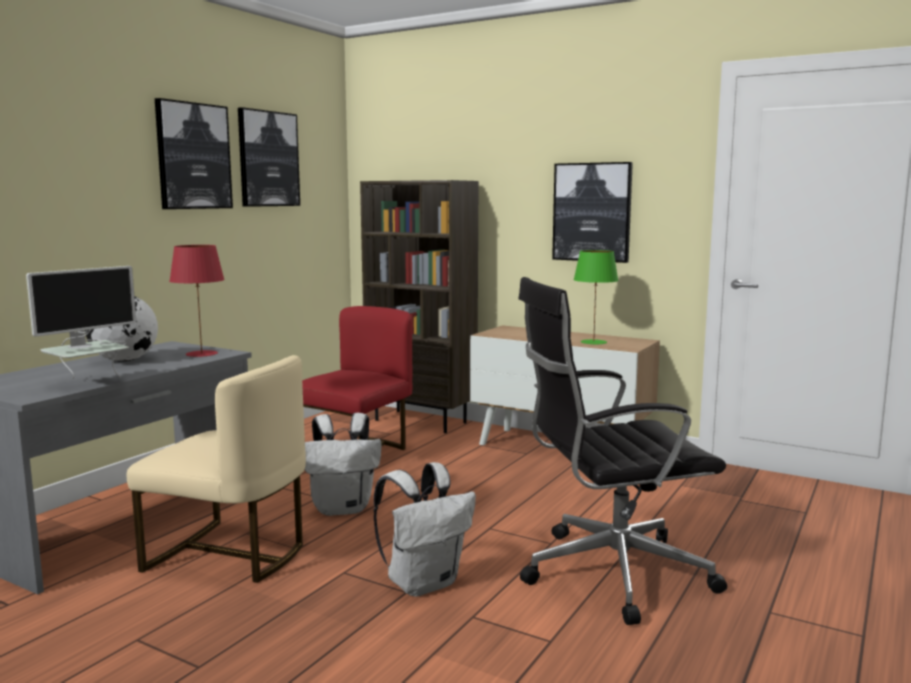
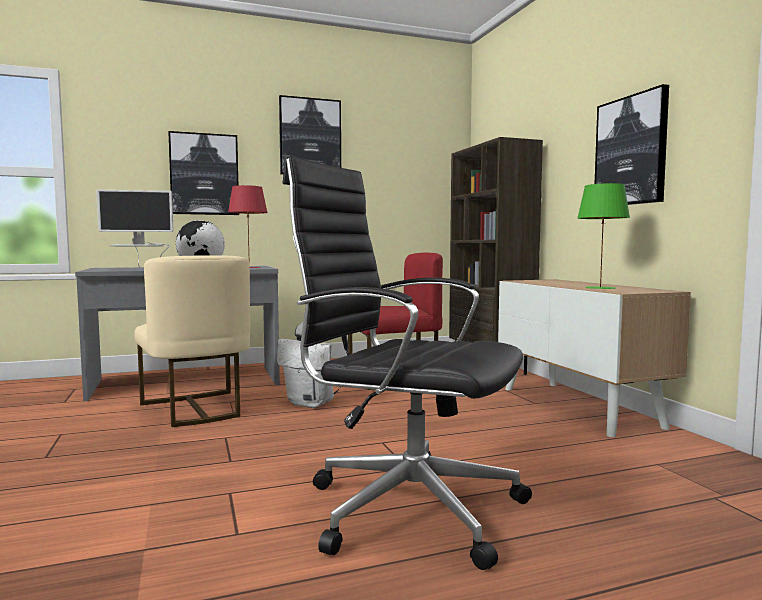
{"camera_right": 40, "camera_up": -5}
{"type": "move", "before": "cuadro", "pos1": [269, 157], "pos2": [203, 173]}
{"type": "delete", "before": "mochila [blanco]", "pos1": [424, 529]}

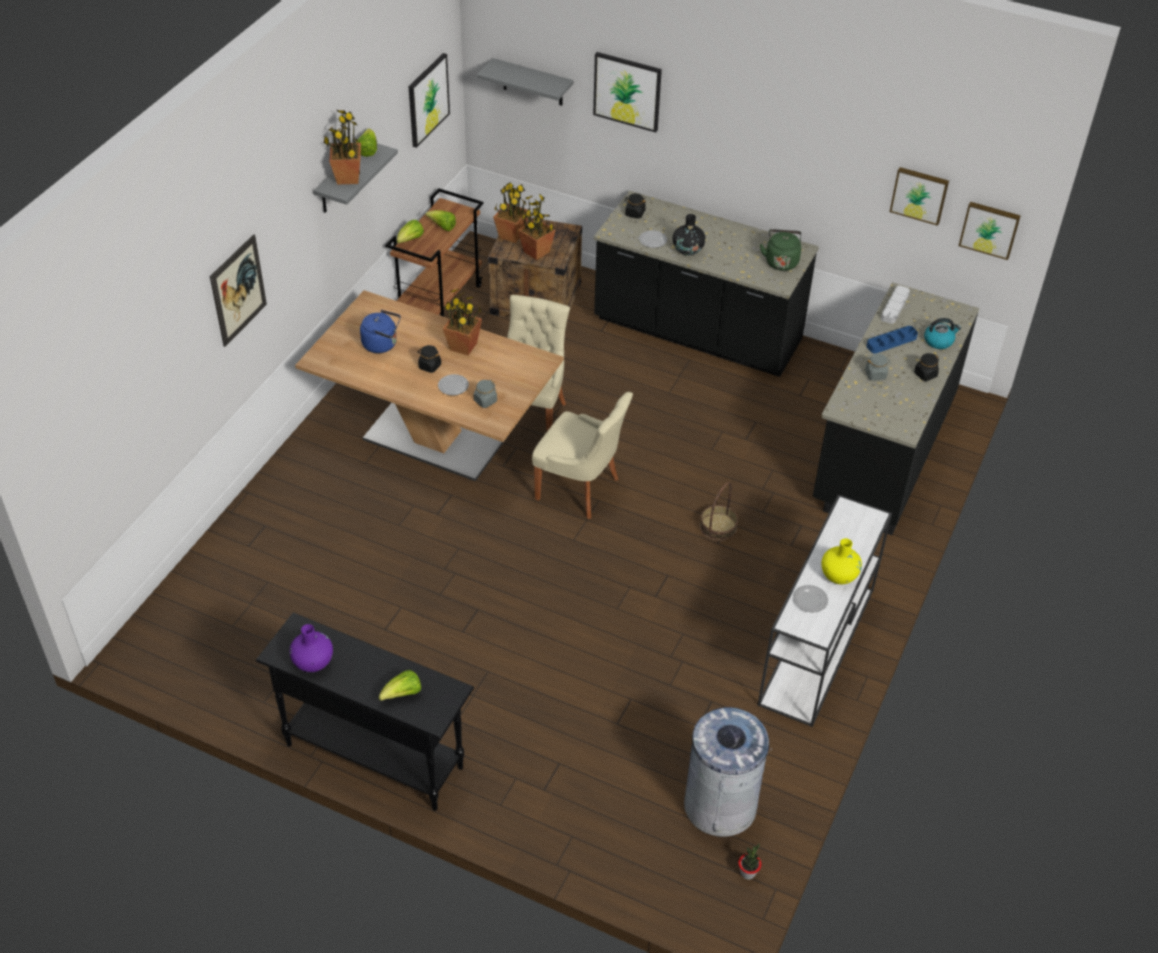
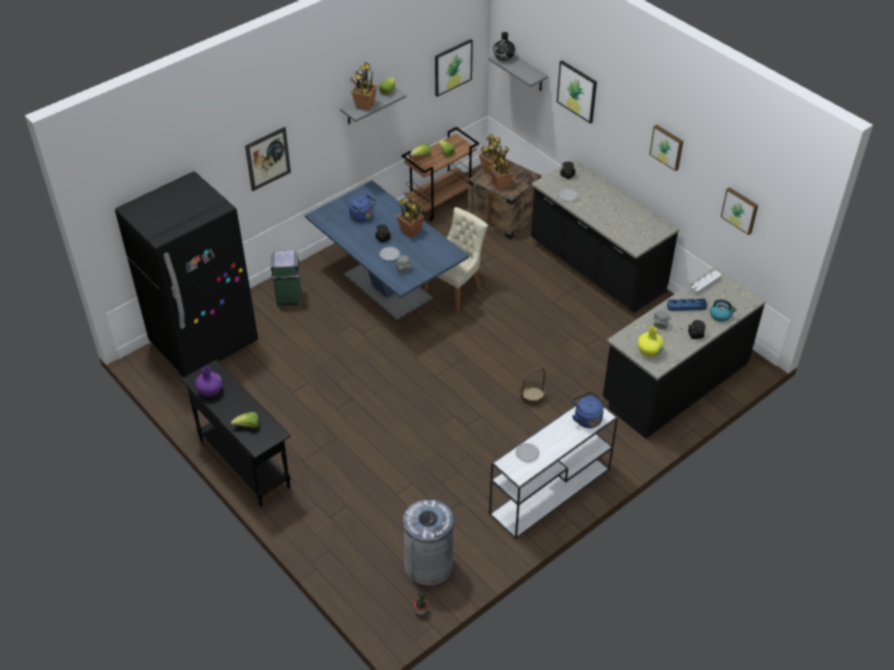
{"camera_right": 25, "camera_up": 0}
{"type": "insert", "after": "nevera [negro]", "pos2": [186, 274]}
{"type": "insert", "after": "papelera [verde]", "pos2": [286, 278]}
{"type": "recolor", "before": "mesa de comedor [marrón]", "after": "mesa de comedor [azul]", "pos1": [429, 385], "pos2": [387, 250]}
{"type": "move", "before": "florero [negro]", "pos1": [689, 235], "pos2": [504, 46]}
{"type": "insert", "after": "hervidor [azul]", "pos2": [588, 410]}
{"type": "move", "before": "florero [amarillo]", "pos1": [841, 561], "pos2": [651, 341]}
{"type": "move", "before": "cuadro", "pos1": [990, 231], "pos2": [666, 148]}
{"type": "delete", "before": "silla [beis]", "pos1": [582, 455]}
{"type": "delete", "before": "hervidor [verde]", "pos1": [780, 250]}

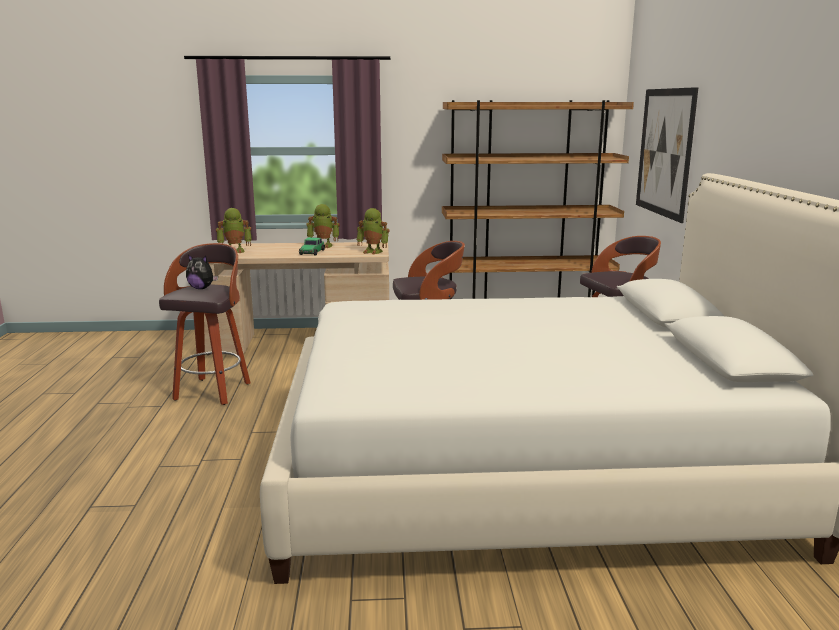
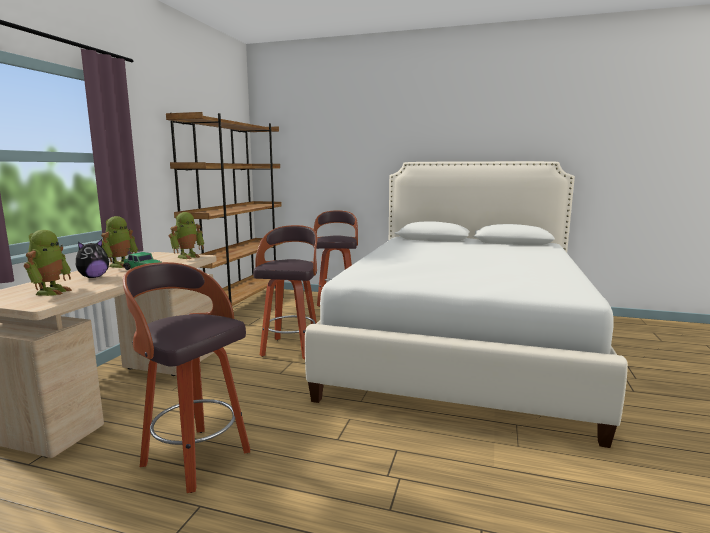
{"camera_right": -70, "camera_up": -5}
{"type": "move", "before": "peluche", "pos1": [202, 271], "pos2": [92, 258]}
{"type": "delete", "before": "cuadro", "pos1": [667, 155]}

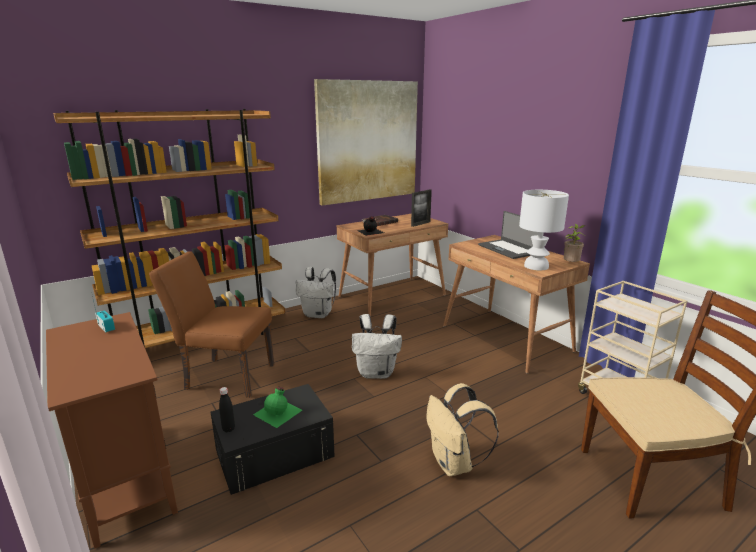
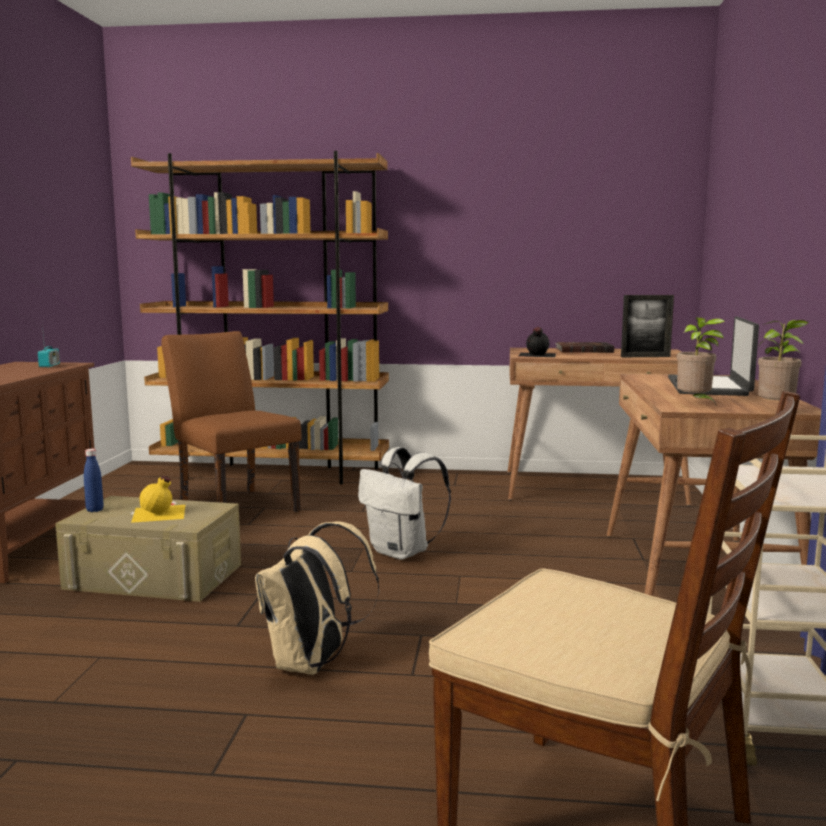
{"camera_right": 40, "camera_up": -10}
{"type": "recolor", "before": "caja de almacenaje [negro]", "after": "caja de almacenaje [beis]", "pos1": [272, 439], "pos2": [148, 549]}
{"type": "recolor", "before": "botella [negro]", "after": "botella [azul]", "pos1": [227, 409], "pos2": [94, 480]}
{"type": "recolor", "before": "botella [verde]", "after": "botella [amarillo]", "pos1": [277, 407], "pos2": [158, 499]}
{"type": "replace", "before": "lámpara de mesa [blanco]", "after": "planta en maceta", "pos1": [544, 230], "pos2": [701, 361]}
{"type": "delete", "before": "mochila [blanco]", "pos1": [316, 292]}
{"type": "delete", "before": "cuadro", "pos1": [366, 142]}

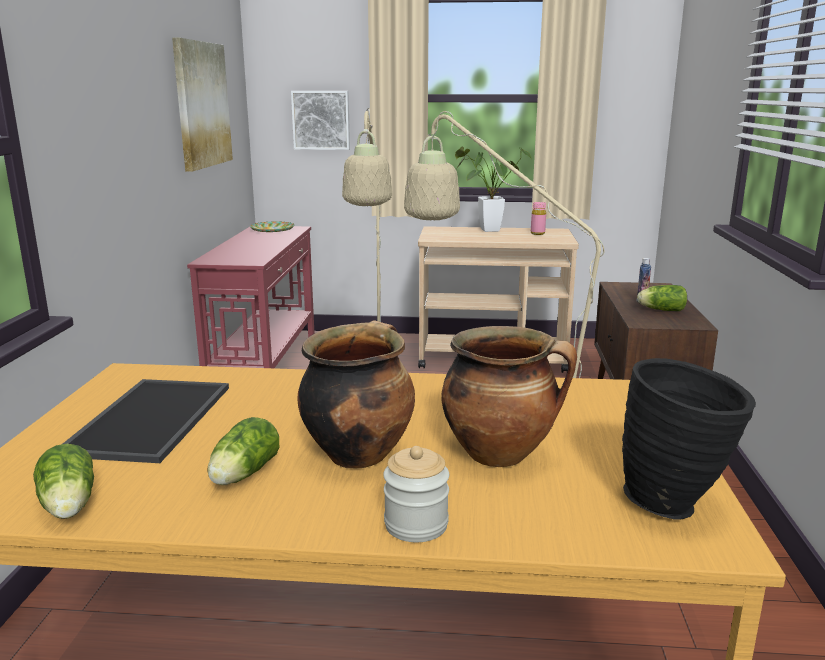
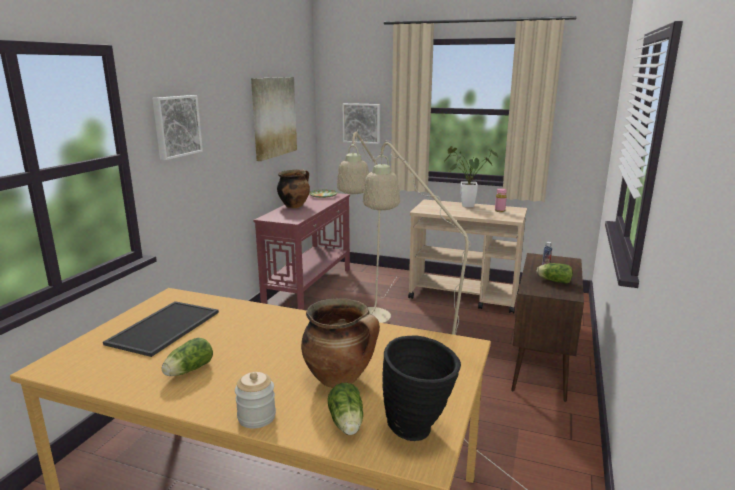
{"camera_right": 15, "camera_up": 0}
{"type": "insert", "after": "cuadro", "pos2": [177, 127]}
{"type": "move", "before": "olla", "pos1": [356, 394], "pos2": [293, 188]}
{"type": "move", "before": "lechuga", "pos1": [63, 481], "pos2": [345, 409]}

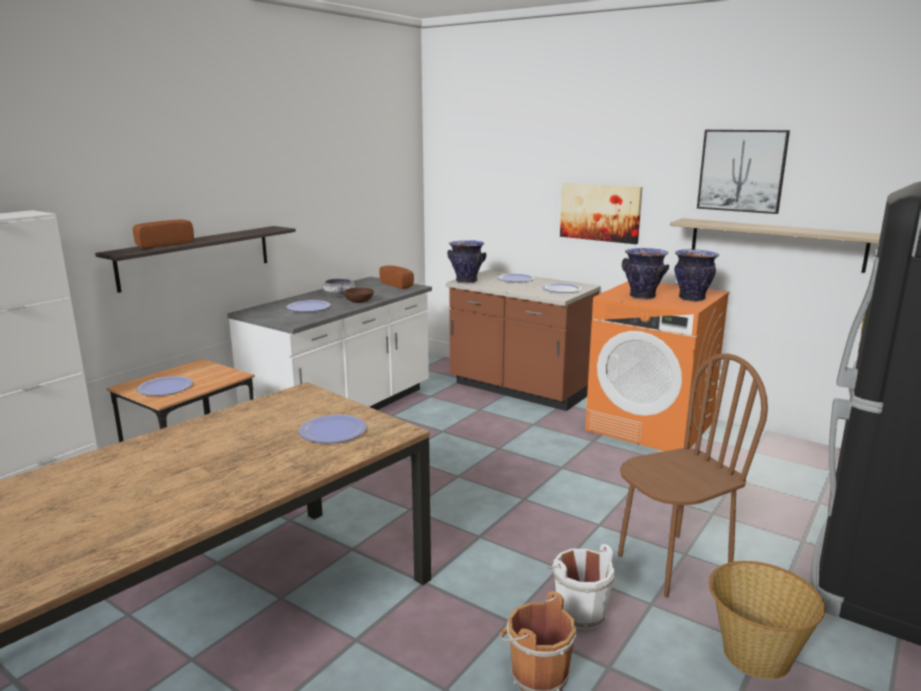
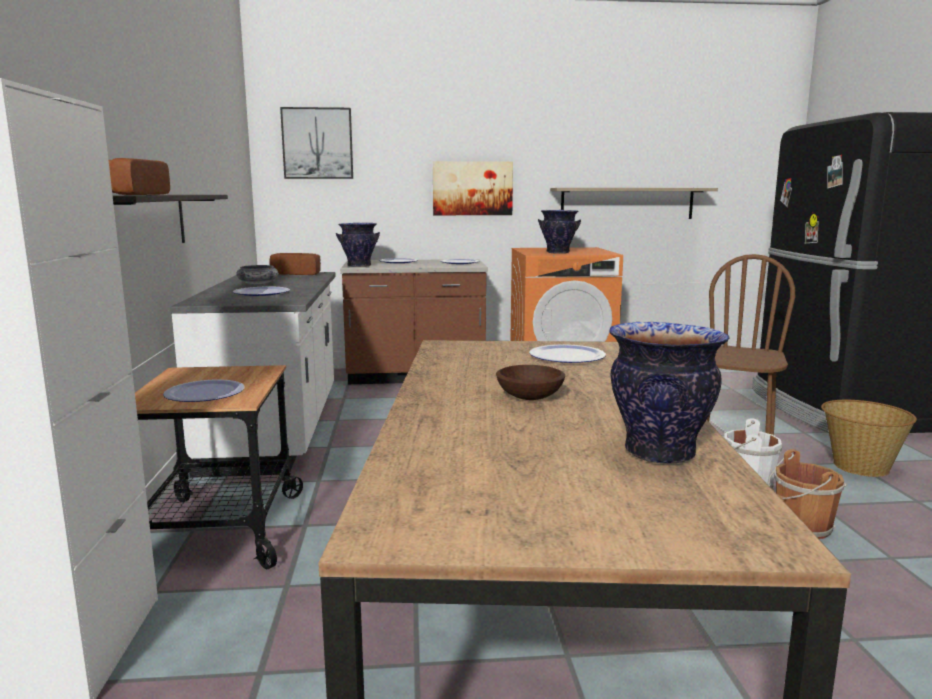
{"camera_right": -40, "camera_up": -5}
{"type": "move", "before": "cuadro", "pos1": [743, 172], "pos2": [316, 143]}
{"type": "move", "before": "cuenco [marrón]", "pos1": [358, 295], "pos2": [530, 382]}
{"type": "move", "before": "florero", "pos1": [696, 275], "pos2": [669, 393]}

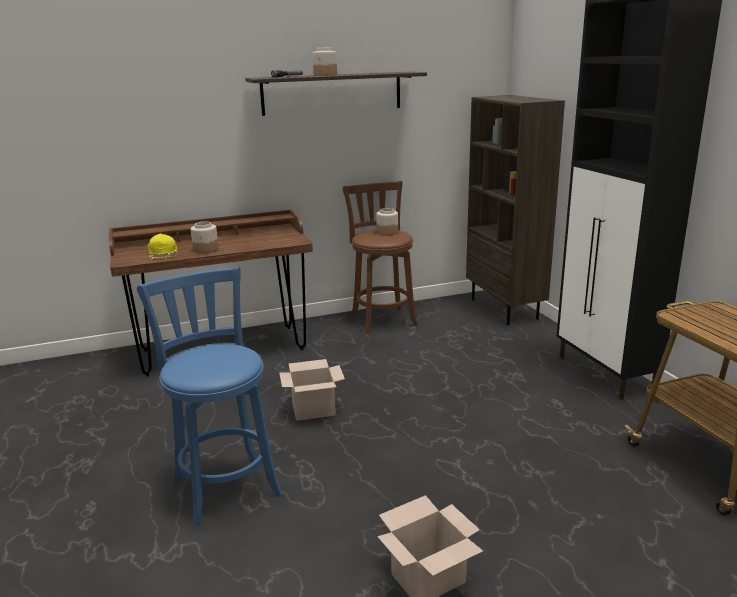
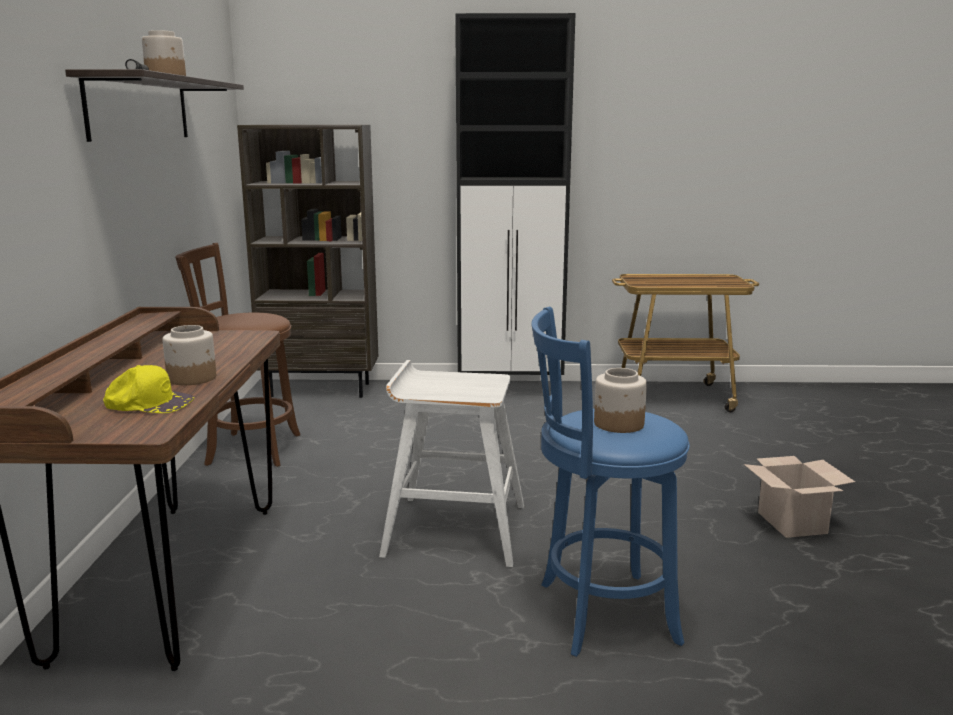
{"camera_right": -70, "camera_up": -5}
{"type": "replace", "before": "caja de cartón", "after": "taburete [blanco]", "pos1": [312, 390], "pos2": [451, 463]}
{"type": "move", "before": "tarro", "pos1": [387, 221], "pos2": [620, 400]}

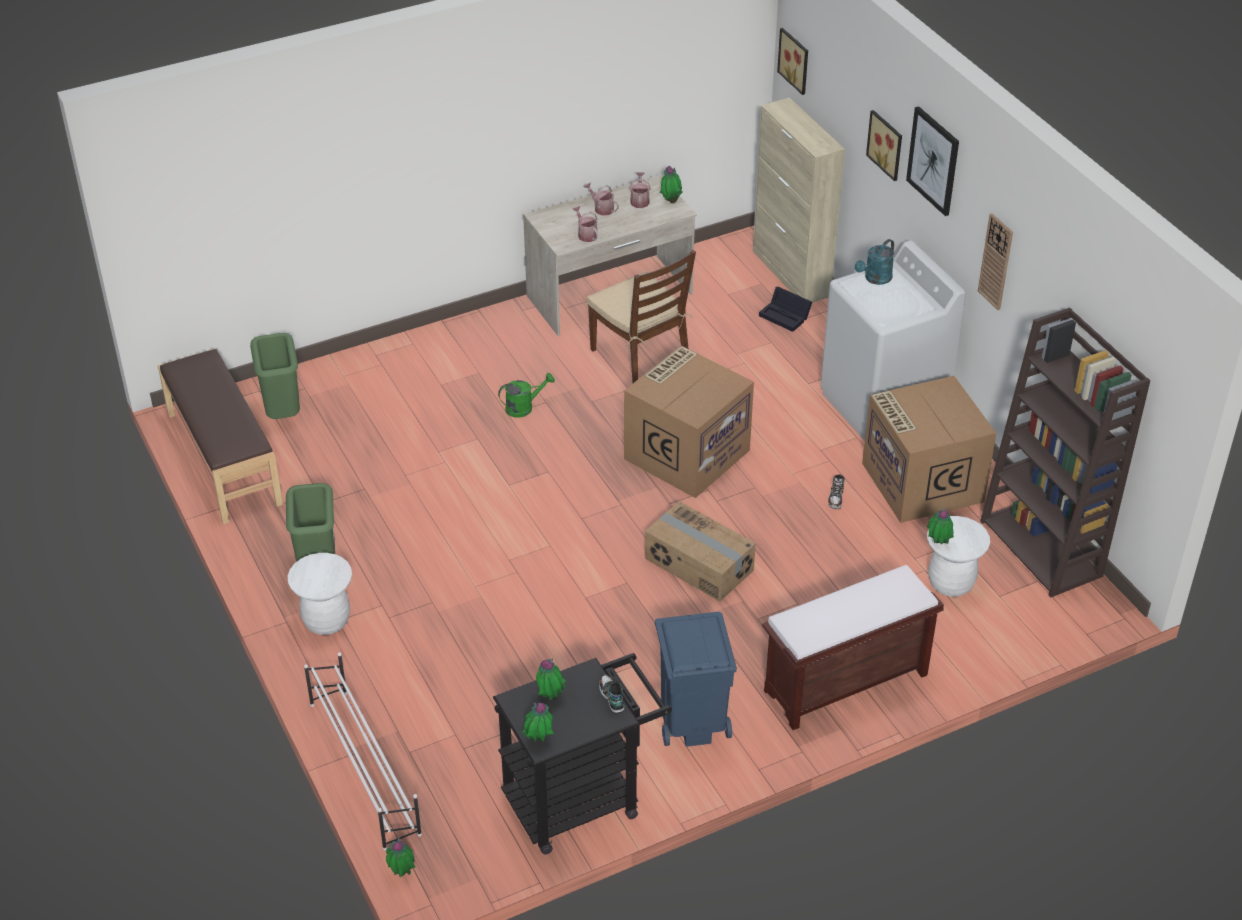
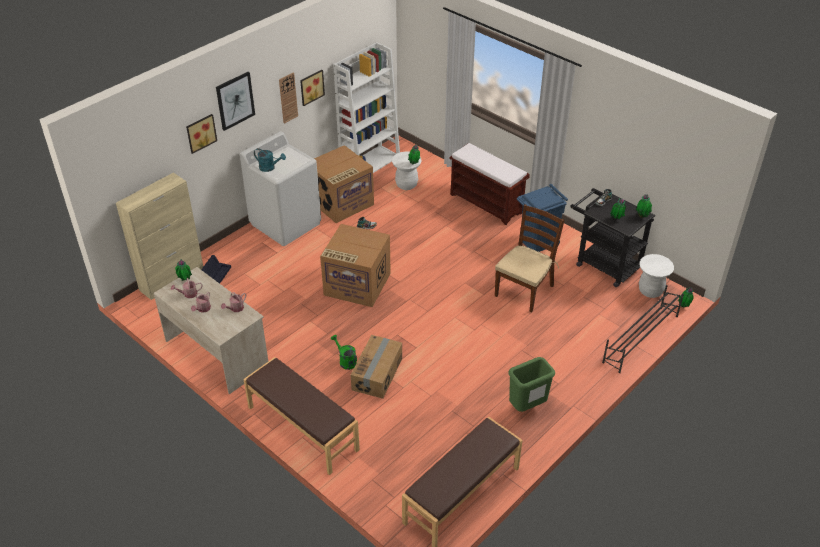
{"camera_right": -110, "camera_up": 0}
{"type": "insert", "after": "banco [marrón]", "pos2": [301, 416]}
{"type": "move", "before": "cuadro", "pos1": [792, 61], "pos2": [312, 88]}
{"type": "recolor", "before": "estantería [marrón]", "after": "estantería [blanco]", "pos1": [1065, 452], "pos2": [366, 107]}
{"type": "move", "before": "caja de cartón", "pos1": [700, 551], "pos2": [376, 367]}
{"type": "move", "before": "silla [marrón]", "pos1": [641, 316], "pos2": [530, 258]}
{"type": "recolor", "before": "zapatero [blanco]", "after": "zapatero [negro]", "pos1": [363, 751], "pos2": [643, 329]}
{"type": "move", "before": "taburete [blanco]", "pos1": [320, 594], "pos2": [656, 276]}
{"type": "delete", "before": "papelera [verde]", "pos1": [275, 376]}

